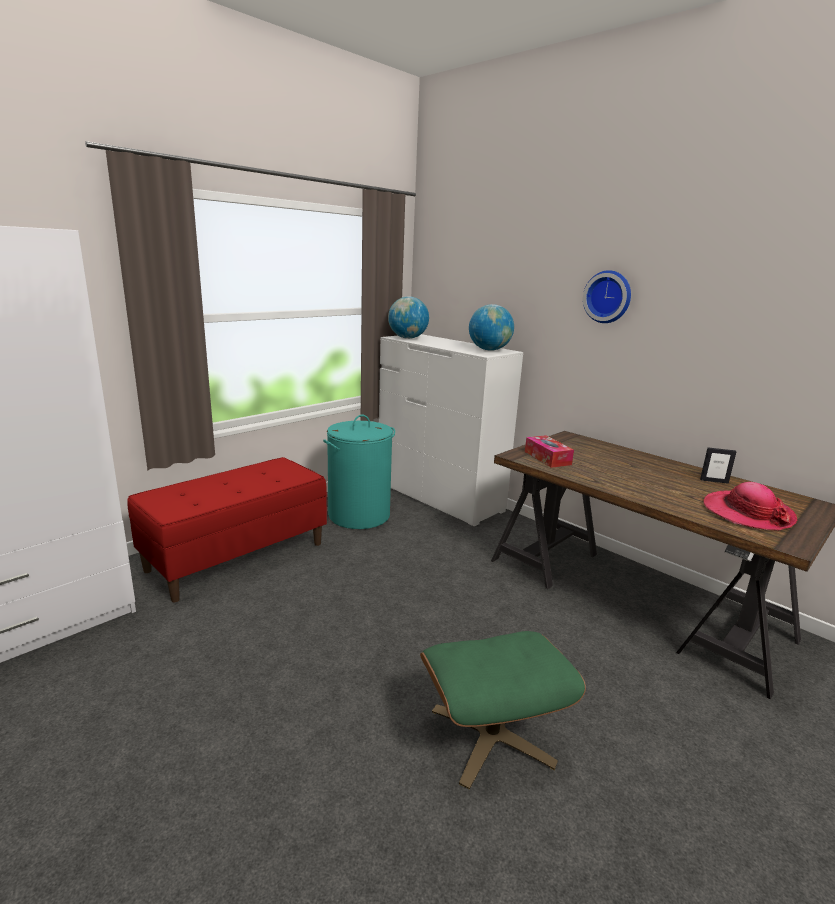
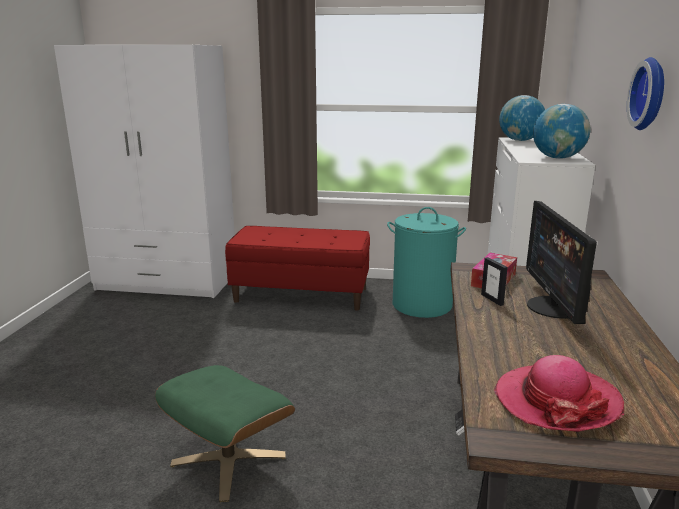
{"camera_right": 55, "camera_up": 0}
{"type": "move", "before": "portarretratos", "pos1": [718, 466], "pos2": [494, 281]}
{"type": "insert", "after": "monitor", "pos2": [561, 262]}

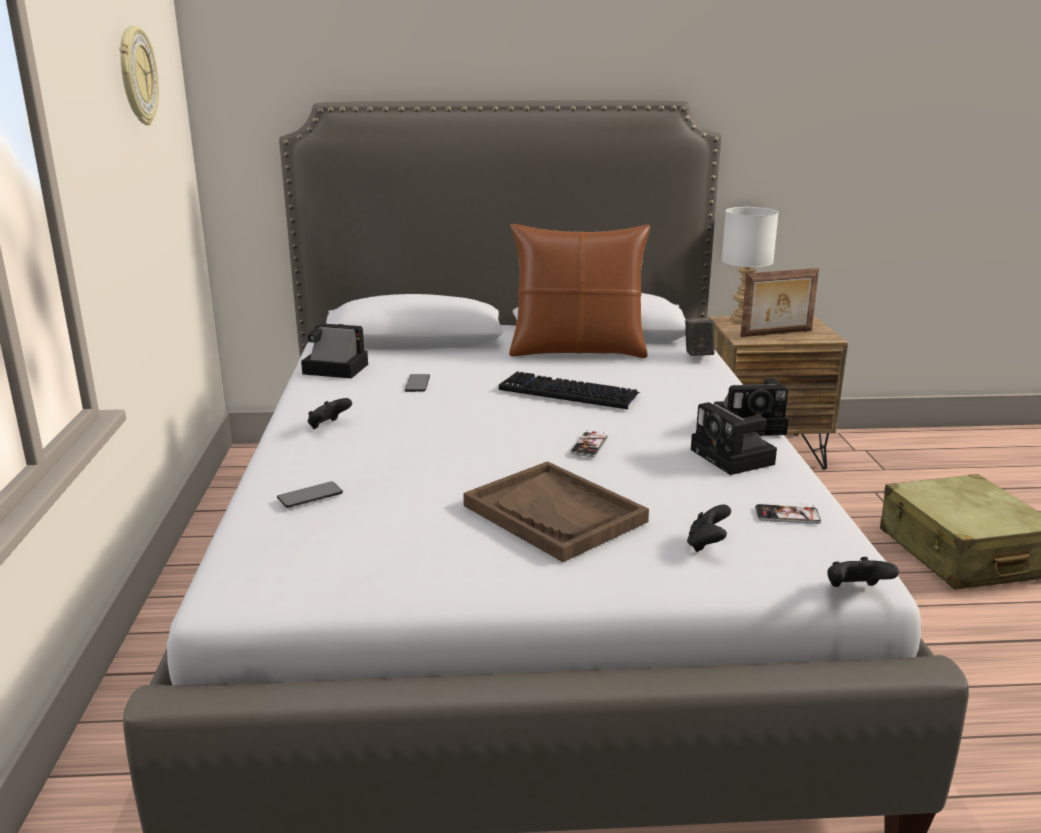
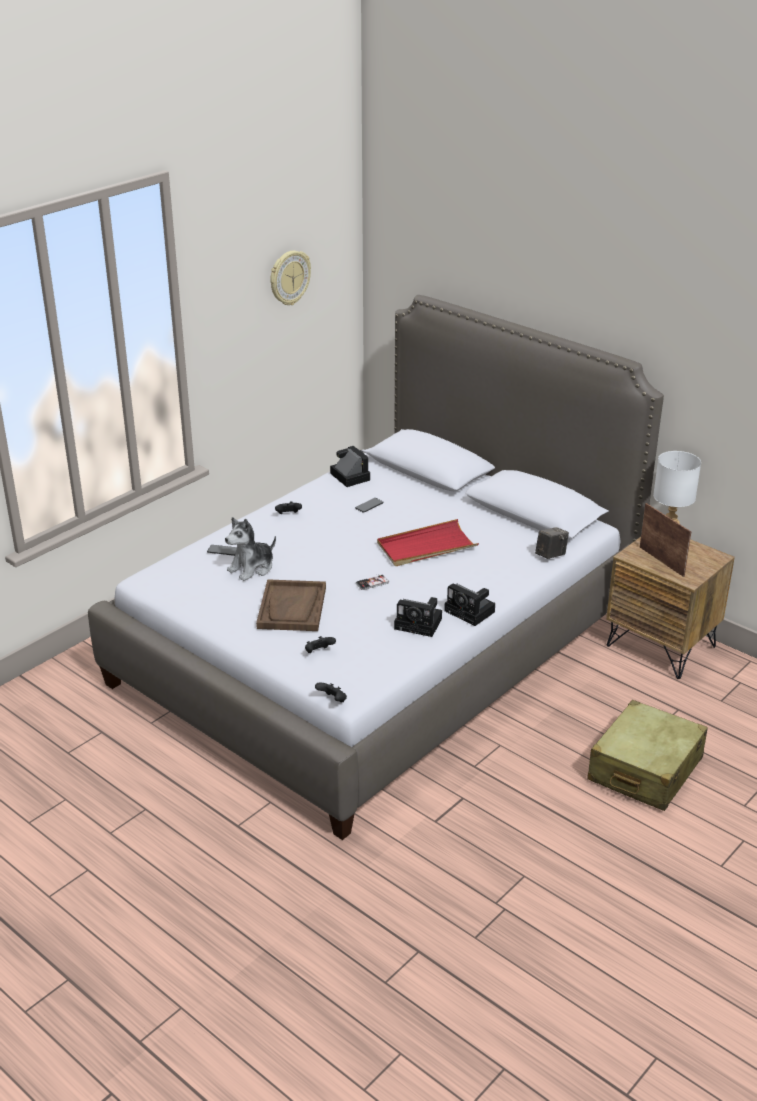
{"camera_right": 45, "camera_up": 10}
{"type": "insert", "after": "peluche", "pos2": [250, 549]}
{"type": "replace", "before": "teclado", "after": "bandeja [rojo]", "pos1": [569, 390], "pos2": [428, 542]}
{"type": "rotate", "before": "cámara", "pos1": [734, 438], "pos2": [418, 617], "turn": -90}
{"type": "rotate", "before": "portarretratos", "pos1": [779, 302], "pos2": [665, 540], "turn": -150}
{"type": "delete", "before": "cojín [marrón]", "pos1": [579, 291]}
{"type": "delete", "before": "móvil", "pos1": [788, 513]}

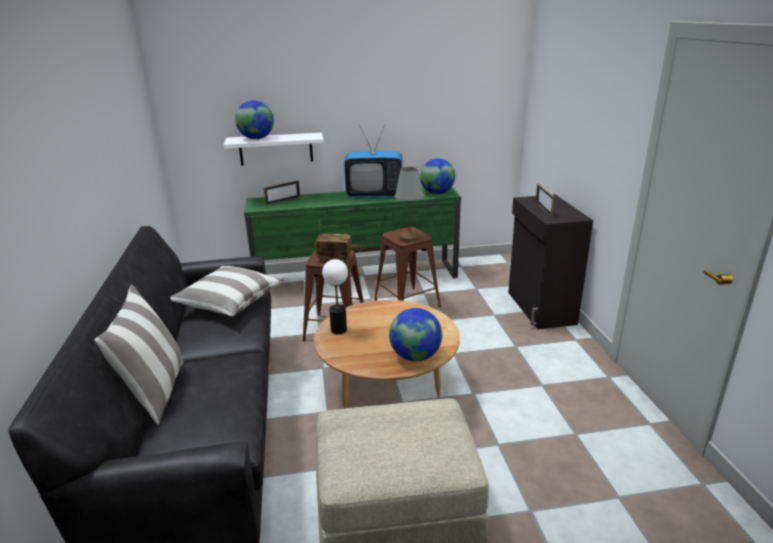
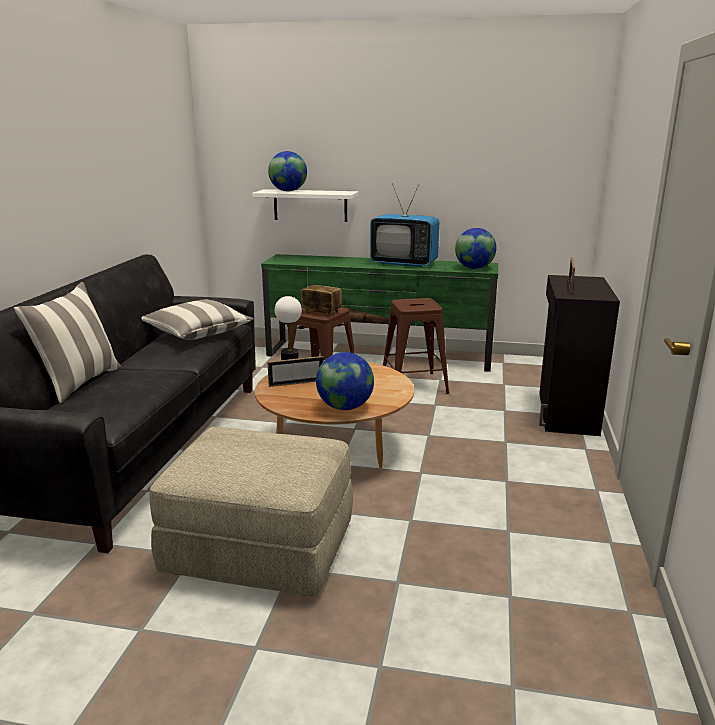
{"camera_right": 20, "camera_up": -5}
{"type": "move", "before": "portarretratos", "pos1": [282, 192], "pos2": [295, 371]}
{"type": "delete", "before": "lámpara de mesa [gris]", "pos1": [409, 204]}

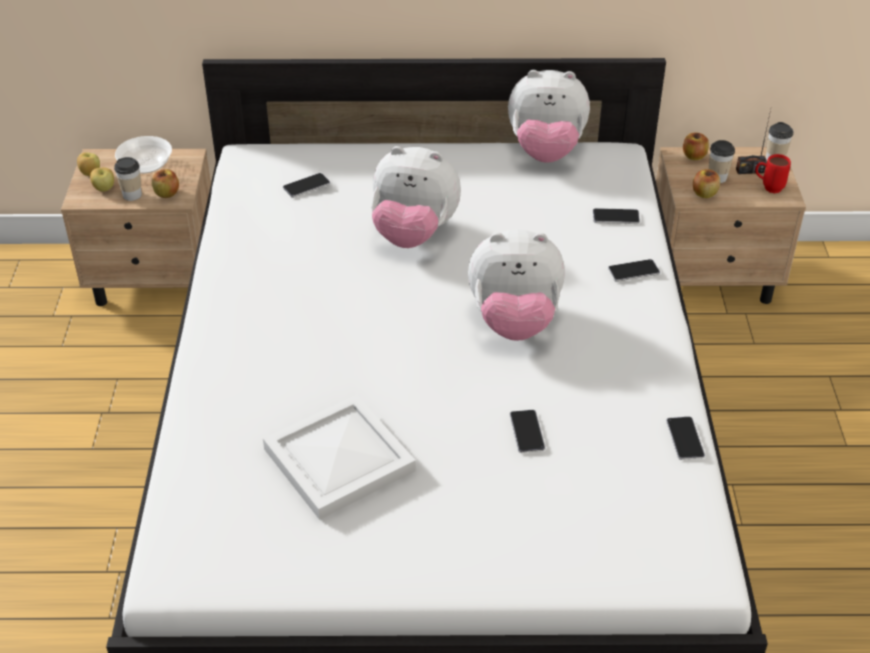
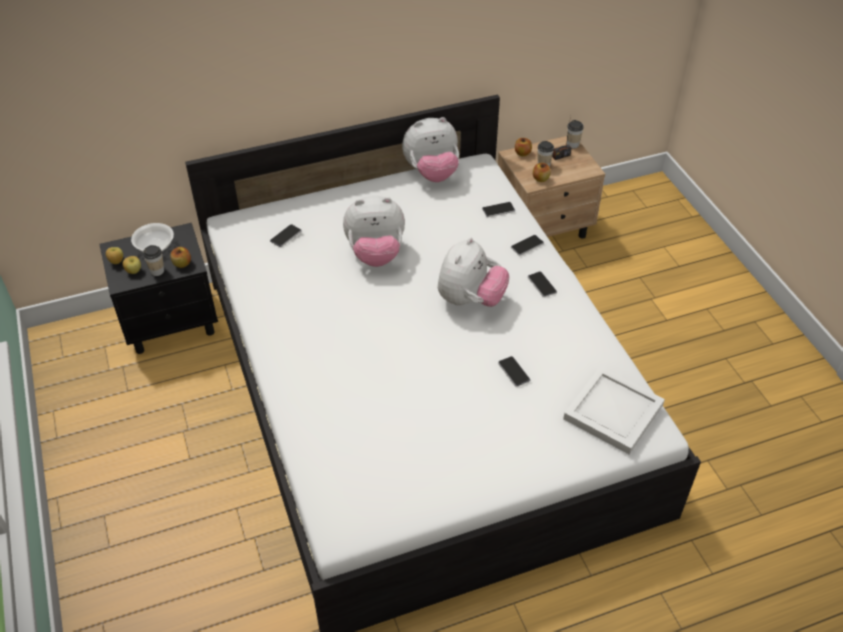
{"camera_right": -20, "camera_up": 5}
{"type": "recolor", "before": "mesita de noche [beis]", "after": "mesita de noche [negro]", "pos1": [136, 227], "pos2": [158, 288]}
{"type": "rotate", "before": "peluche", "pos1": [516, 285], "pos2": [473, 272], "turn": -45}
{"type": "move", "before": "móvil", "pos1": [685, 438], "pos2": [542, 284]}
{"type": "move", "before": "bandeja [blanco]", "pos1": [339, 457], "pos2": [614, 411]}
{"type": "delete", "before": "taza grande [rojo]", "pos1": [773, 173]}

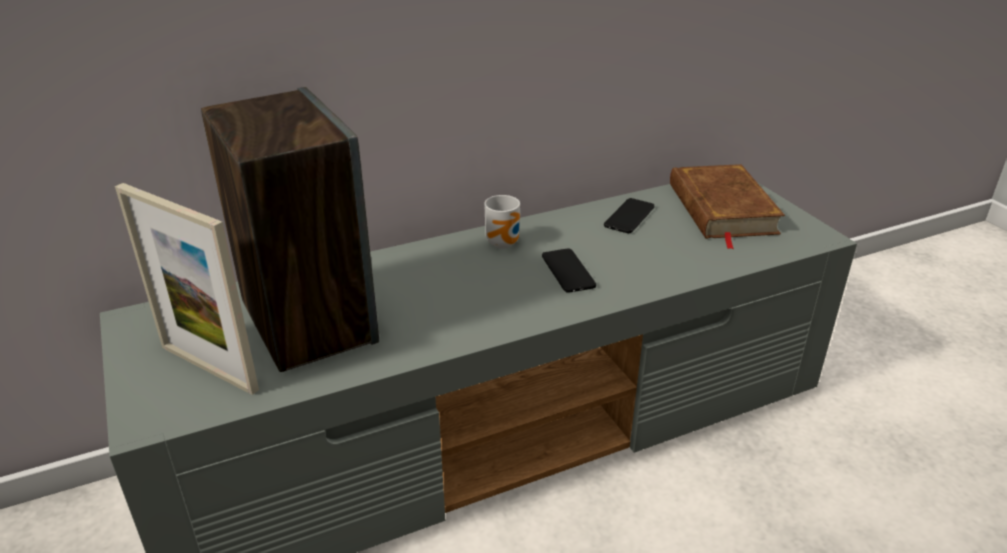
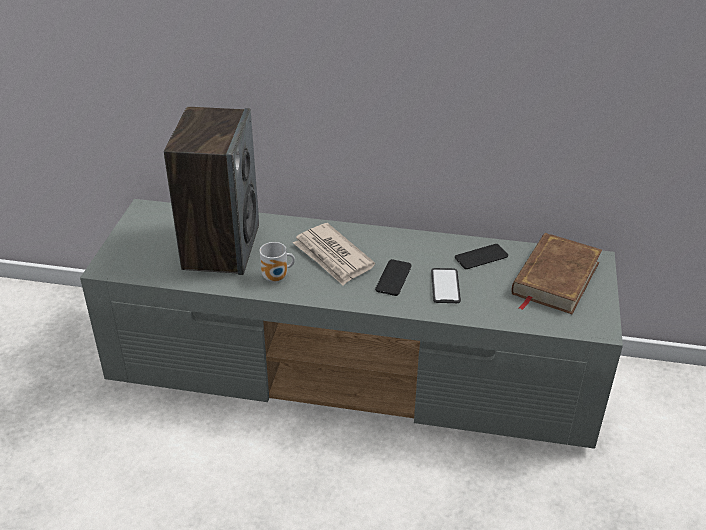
{"camera_right": 35, "camera_up": 5}
{"type": "move", "before": "taza grande", "pos1": [502, 222], "pos2": [277, 262]}
{"type": "insert", "after": "periódico", "pos2": [334, 254]}
{"type": "insert", "after": "móvil", "pos2": [446, 285]}
{"type": "delete", "before": "portarretratos", "pos1": [187, 289]}

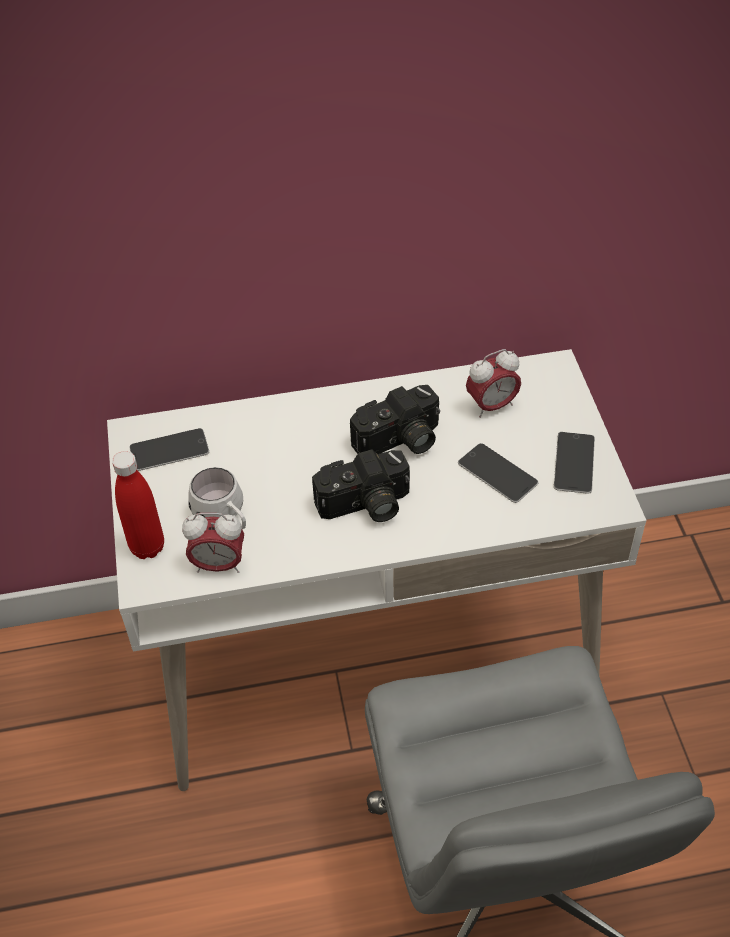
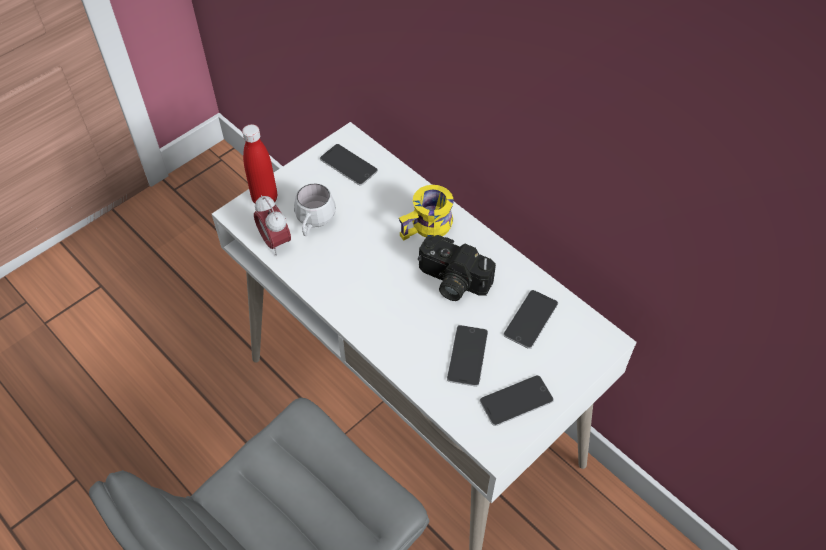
{"camera_right": 55, "camera_up": 5}
{"type": "insert", "after": "taza grande [amarillo]", "pos2": [426, 213]}
{"type": "replace", "before": "despertador", "after": "móvil", "pos1": [493, 383], "pos2": [530, 319]}
{"type": "delete", "before": "cámara", "pos1": [361, 486]}

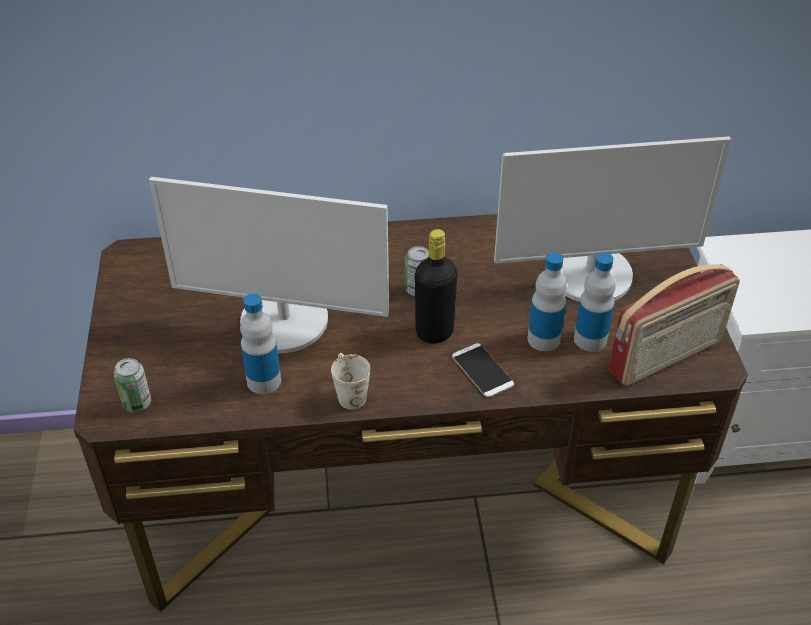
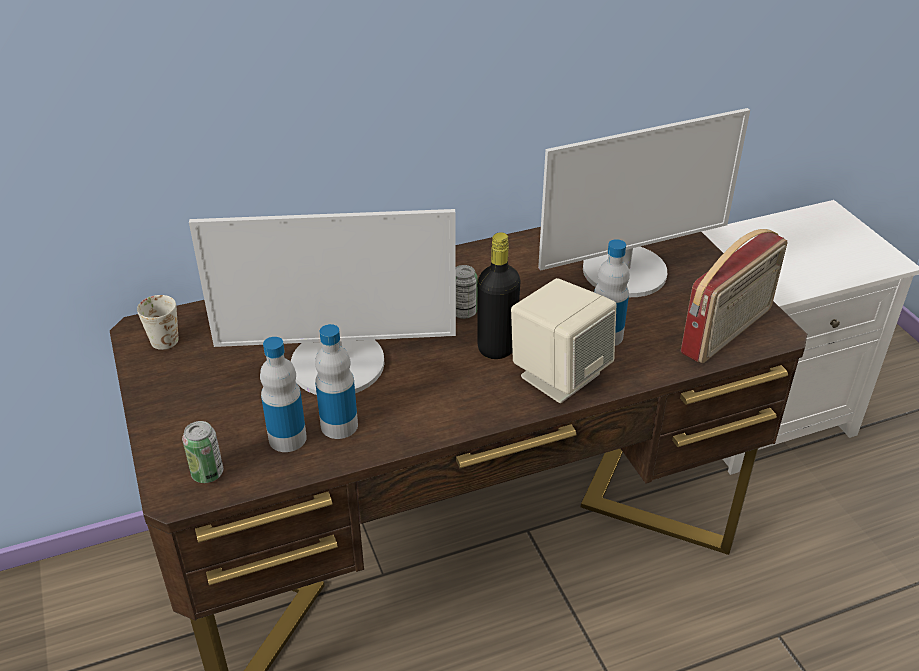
{"camera_right": -15, "camera_up": -5}
{"type": "move", "before": "taza grande [blanco]", "pos1": [351, 381], "pos2": [157, 322]}
{"type": "move", "before": "botella", "pos1": [595, 302], "pos2": [283, 394]}
{"type": "replace", "before": "móvil", "after": "altavoz [beis]", "pos1": [483, 370], "pos2": [564, 340]}

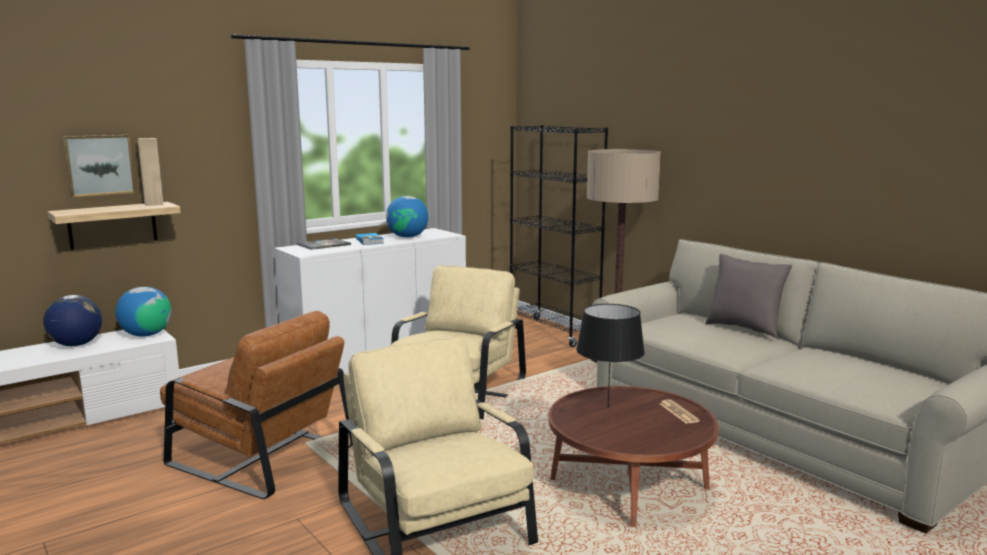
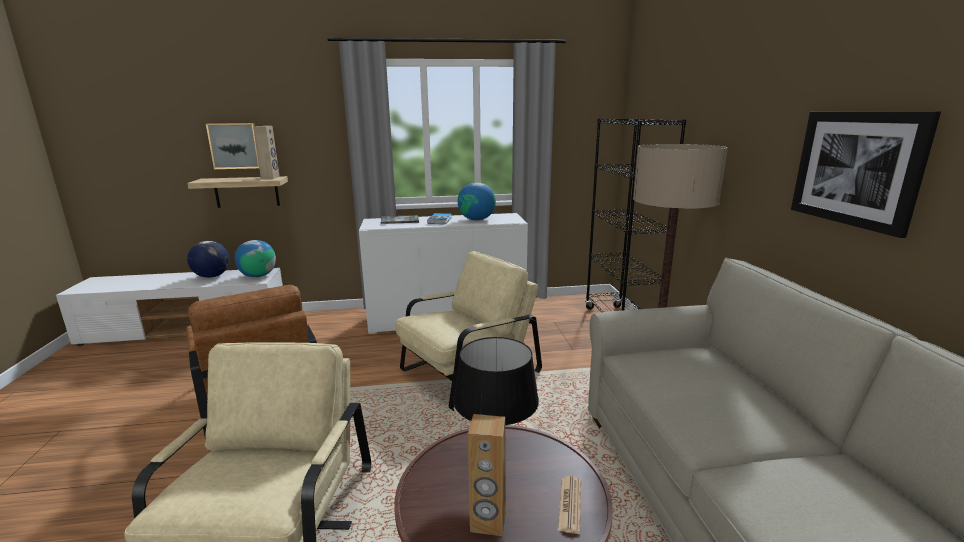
{"camera_right": 30, "camera_up": 5}
{"type": "insert", "after": "altavoz [marrón]", "pos2": [487, 475]}
{"type": "insert", "after": "cuadro", "pos2": [866, 174]}
{"type": "delete", "before": "cojín [gris]", "pos1": [749, 296]}

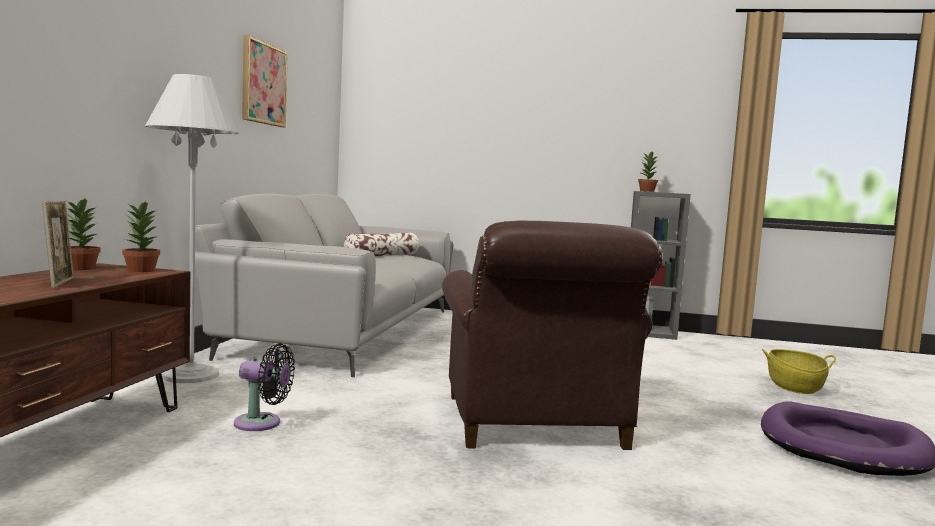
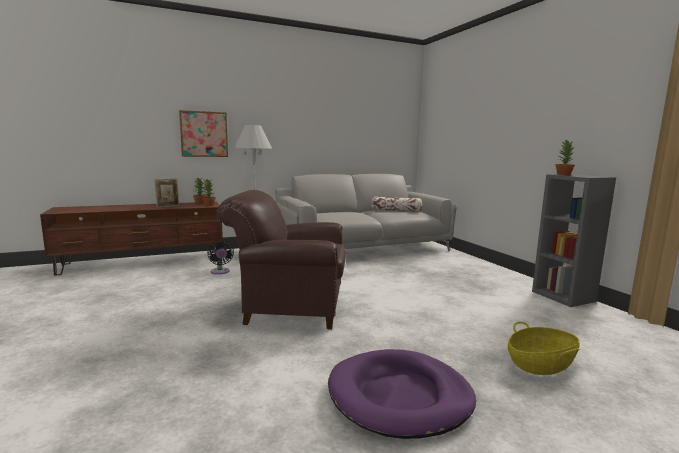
{"camera_right": 55, "camera_up": 5}
{"type": "move", "before": "cuadro", "pos1": [265, 81], "pos2": [203, 133]}
{"type": "rotate", "before": "sillón [marrón]", "pos1": [552, 335], "pos2": [282, 259], "turn": 45}

